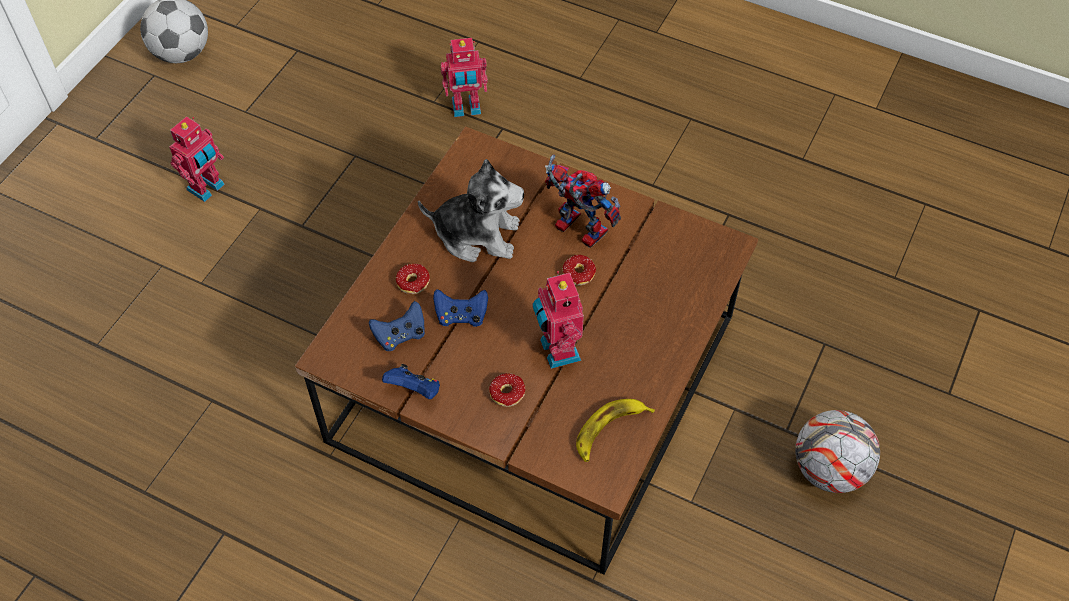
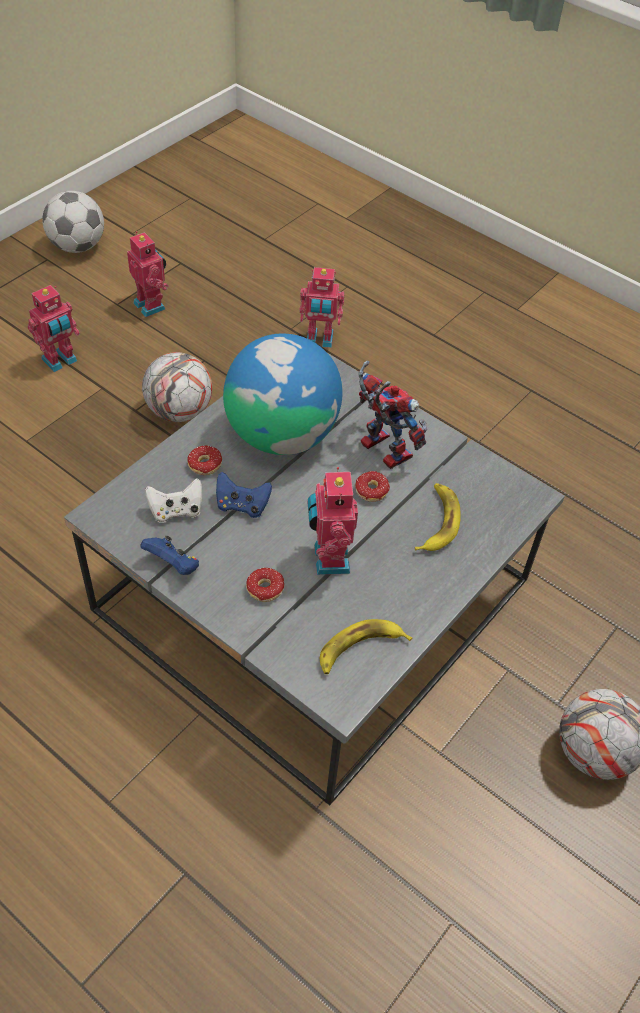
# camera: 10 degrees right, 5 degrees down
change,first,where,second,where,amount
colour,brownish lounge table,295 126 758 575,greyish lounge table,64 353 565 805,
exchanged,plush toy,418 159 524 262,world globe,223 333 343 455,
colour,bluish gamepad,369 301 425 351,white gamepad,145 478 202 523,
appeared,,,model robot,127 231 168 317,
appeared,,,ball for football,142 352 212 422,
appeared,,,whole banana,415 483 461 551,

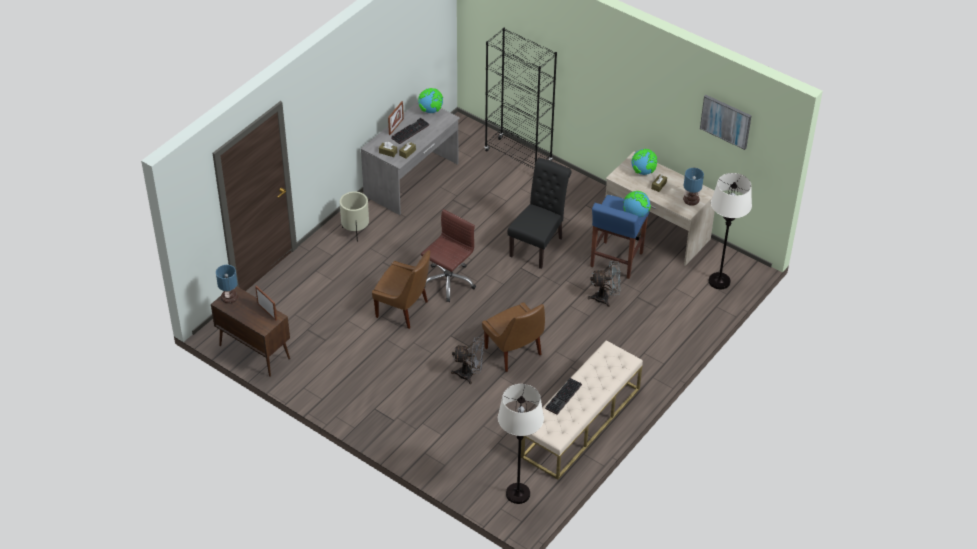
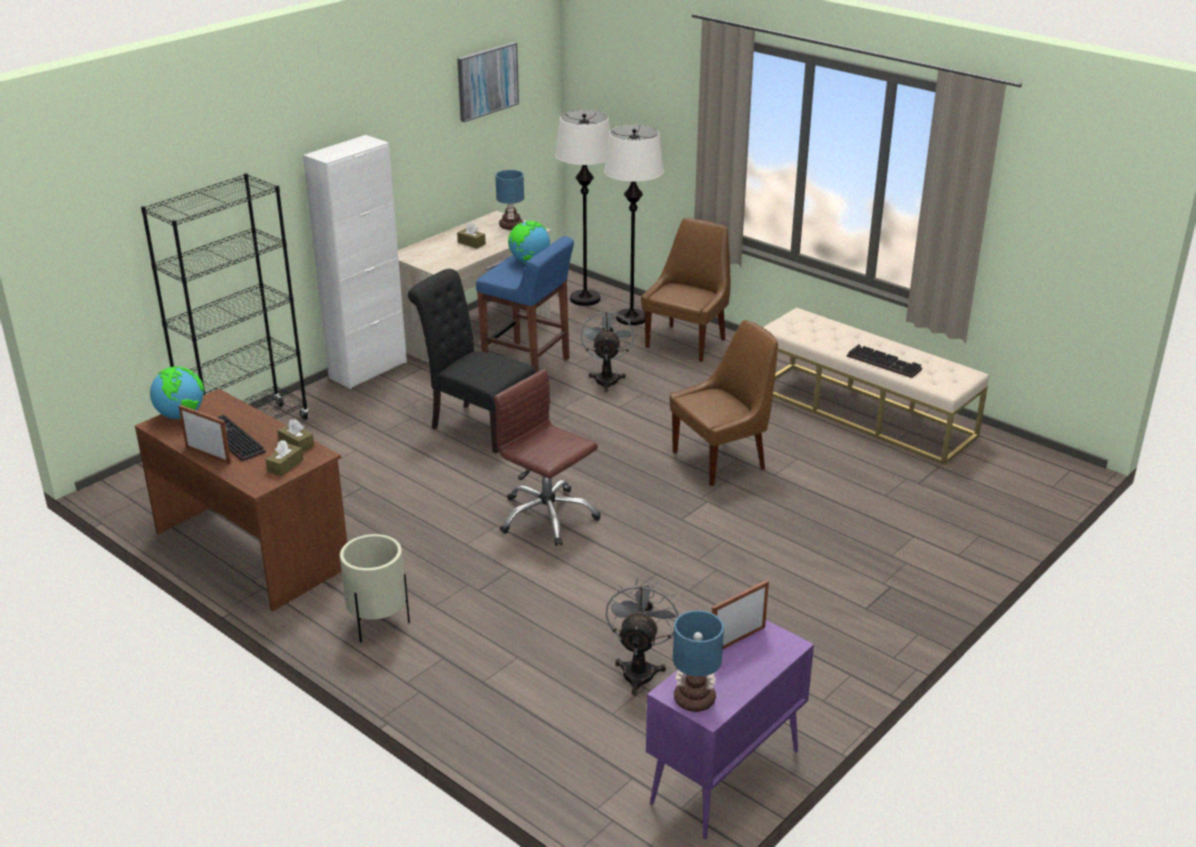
# camera: 85 degrees left, 15 degrees down
change,first,where,second,where,amount
colour,greyish desk table,361 102 460 215,brownish desk table,135 389 347 612,
missing,world globe,631 149 657 175,,,
relocated,brownish plain chair,372 250 430 329,,641 218 731 362,
colour,brownish cupboard,211 287 290 377,purple-coloured cupboard,646 620 814 839,
relocated,greyish fan,451 337 484 384,,606 578 680 696,
relocated,white floor lamp,498 384 544 504,,604 125 664 325,
appeared,,,white cupboard,303 135 407 389,

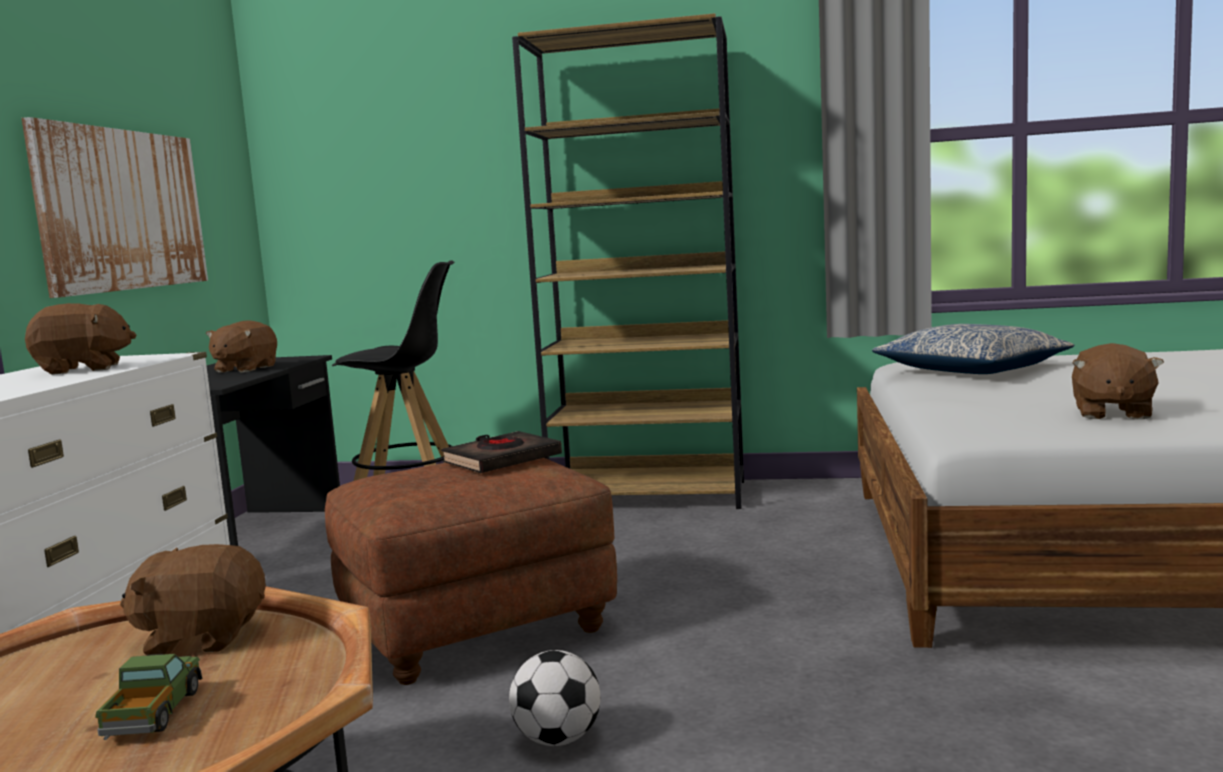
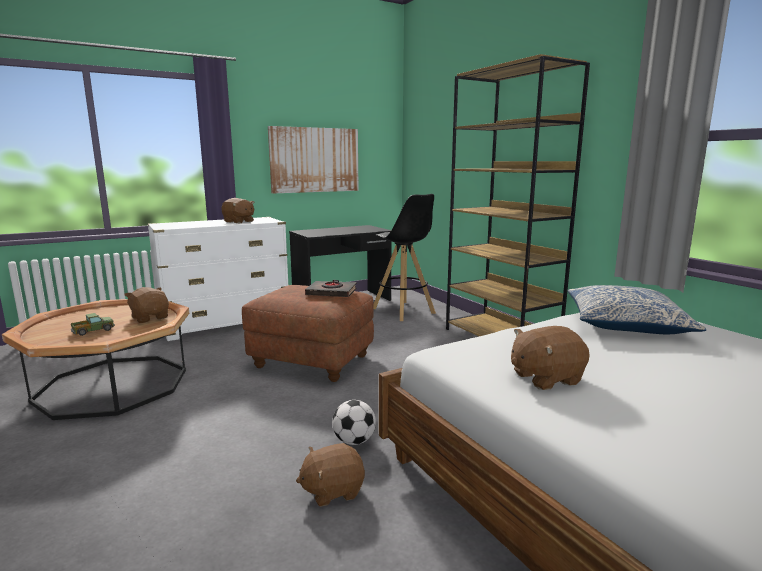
# camera: 50 degrees right, 5 degrees up
change,first,where,second,where,amount
relocated,brownish plush toy,206 320 277 373,,296 443 365 507,
relocated,ball for football,509 650 601 746,,332 400 376 445,

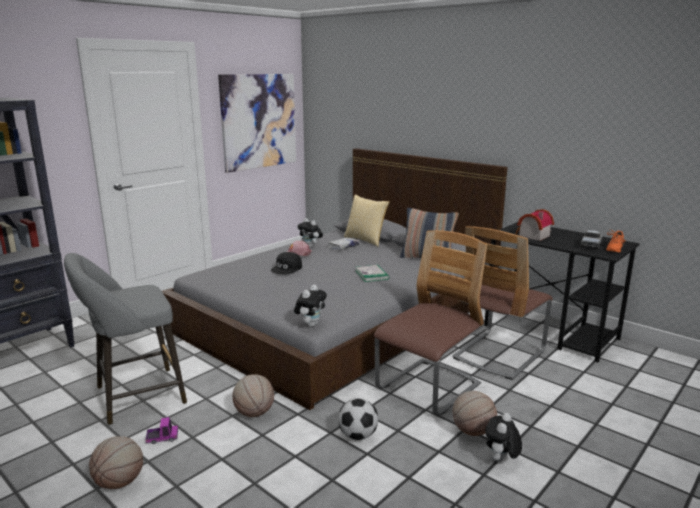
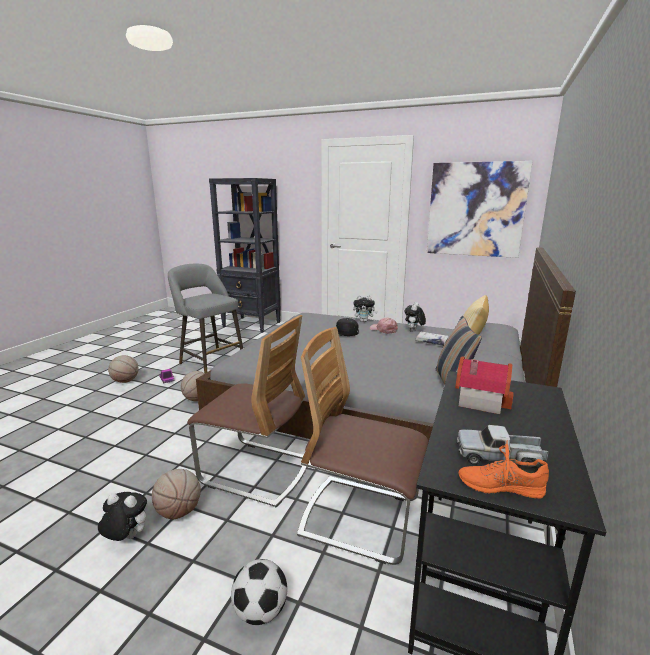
# camera: 70 degrees right, 0 degrees up
change,first,where,second,where,amount
missing,volume,355 265 389 282,,,
relocated,plush toy,294 285 327 327,,353 295 377 322,
relocated,ball for football,338 398 378 440,,231 559 288 625,

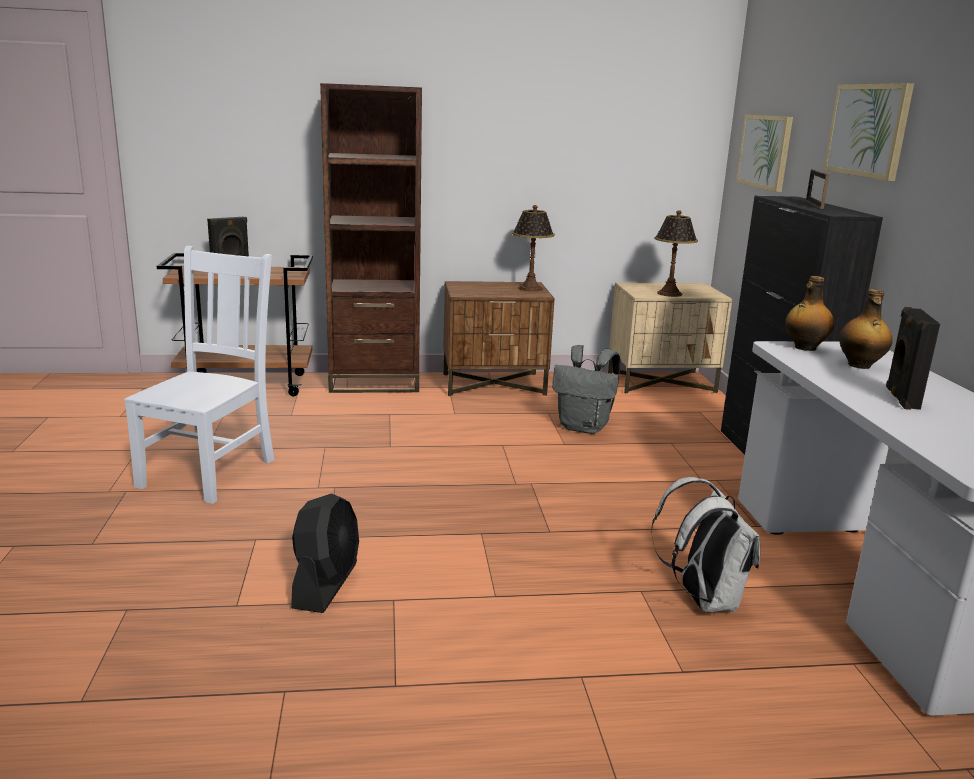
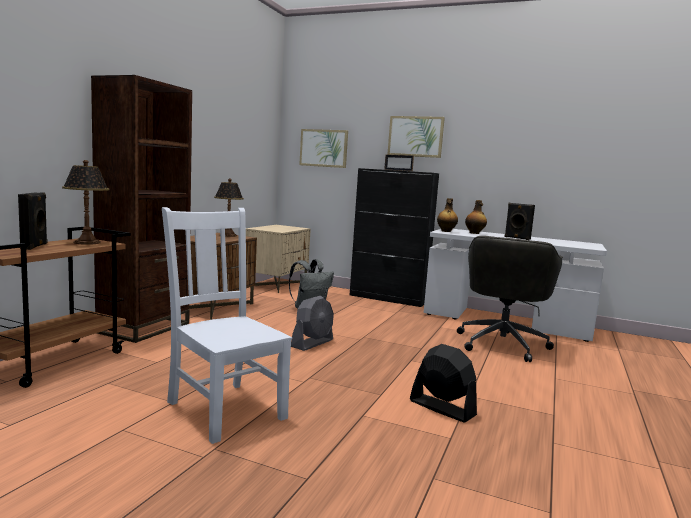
# camera: 60 degrees left, 10 degrees down
change,first,where,second,where,amount
relocated,lamp for a table,655 210 698 297,,62 160 109 245,
exchanged,white backpack,651 477 760 612,greyish computer chair,457 236 563 362,
appeared,,,greyish fan,291 296 334 351,

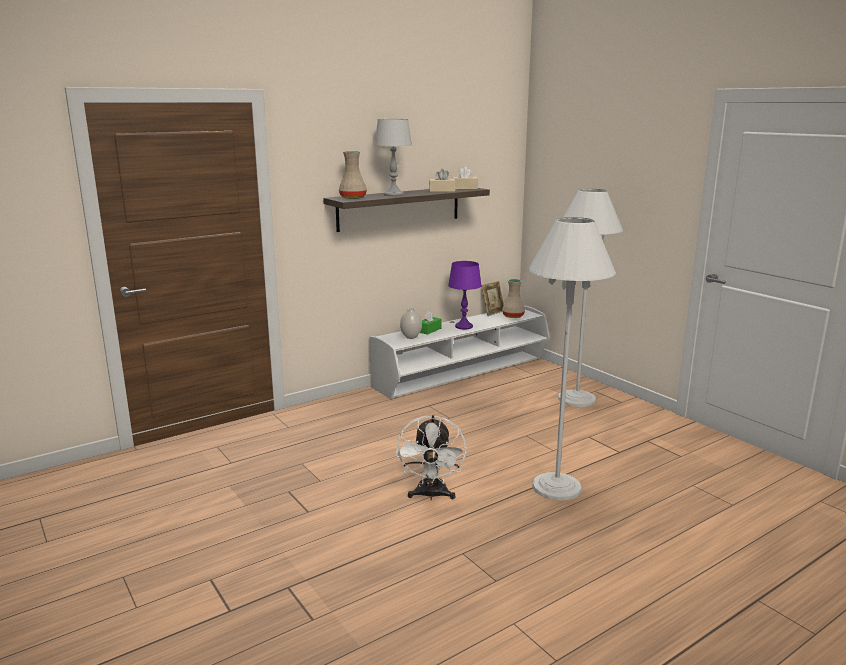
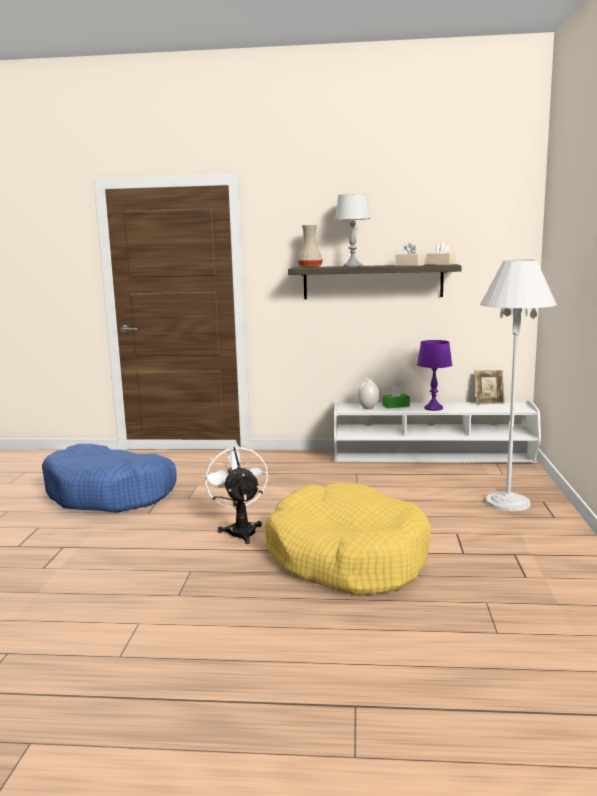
# camera: 40 degrees right, 5 degrees down
change,first,where,second,where,amount
exchanged,white floor lamp,529 217 616 501,yellowish pet bed,265 483 431 596,
missing,beige-coloured decorative vase,502 279 525 318,,,
spun,white fan,396 415 466 500,,203 445 268 544,120 degrees clockwise
appeared,,,bluish pet bed,42 444 177 513,

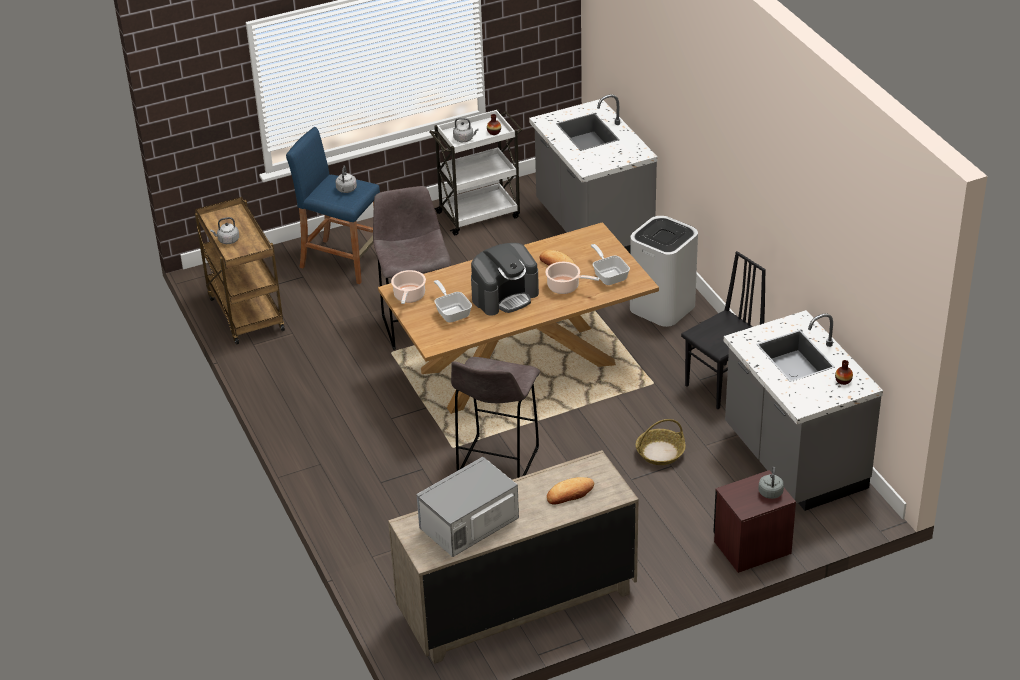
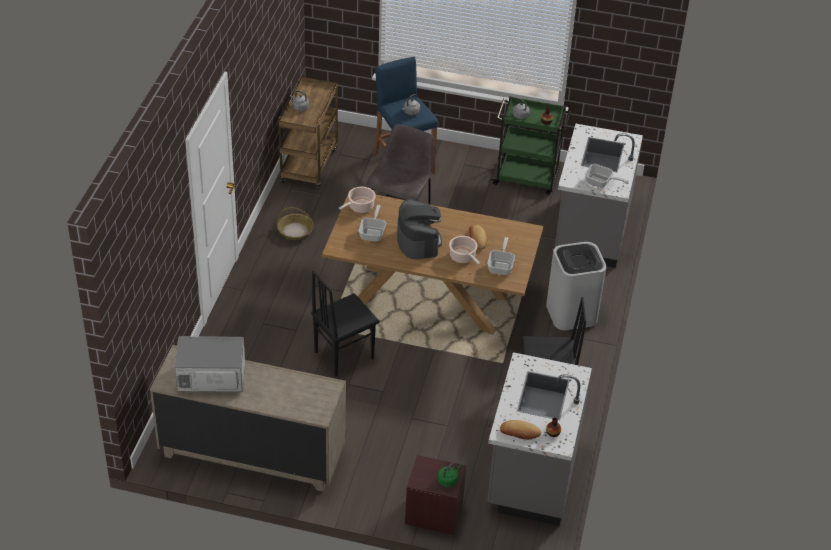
# camera: 35 degrees right, 5 degrees up
change,first,where,second,where,amount
colour,white cart,429 109 523 235,greenish cart,491 96 571 195,
spun,coffee brewer,471 243 539 316,,397 199 442 260,105 degrees counterclockwise
exchanged,greyish stool seat,451 357 540 478,black-coloured plain chair,311 271 380 377,
relocated,basket,636 419 686 465,,277 207 314 240,
colour,greyish tea kettle,758 466 784 499,greenish tea kettle,438 463 462 487,
relocated,bread,547 477 594 505,,500 420 541 440,
appeared,,,skillet,585 164 629 188,

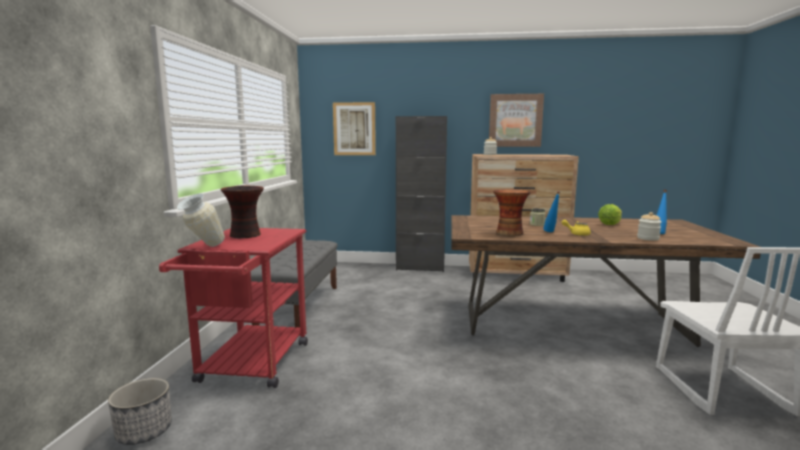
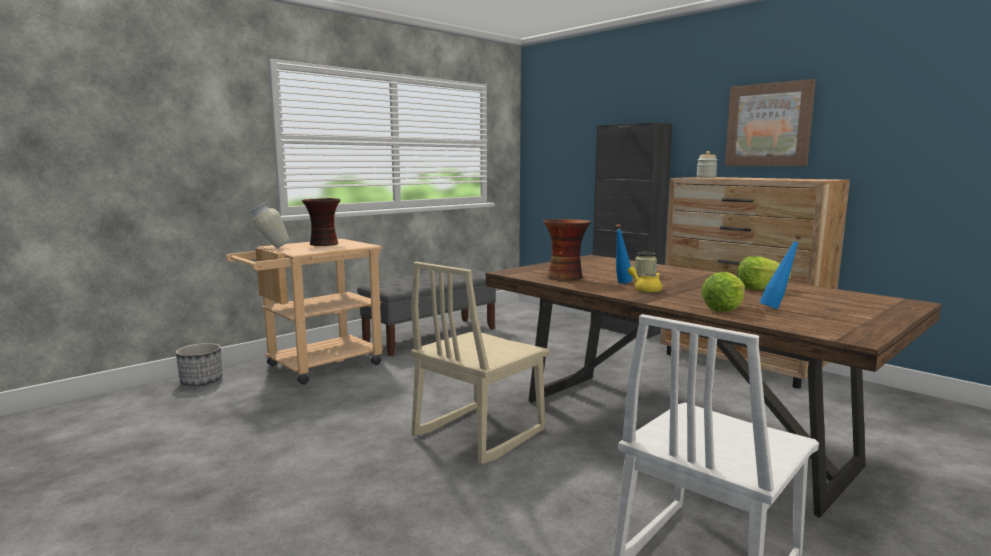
# camera: 40 degrees right, 0 degrees up
change,first,where,second,where,amount
missing,wall picture,333 102 376 155,,,
exchanged,preserve jar,637 212 662 241,lettuce head,701 272 745 312,
colour,red cart,159 228 308 388,beige-coloured cart,226 239 383 385,
appeared,,,beige-coloured plain chair,411 262 550 464,

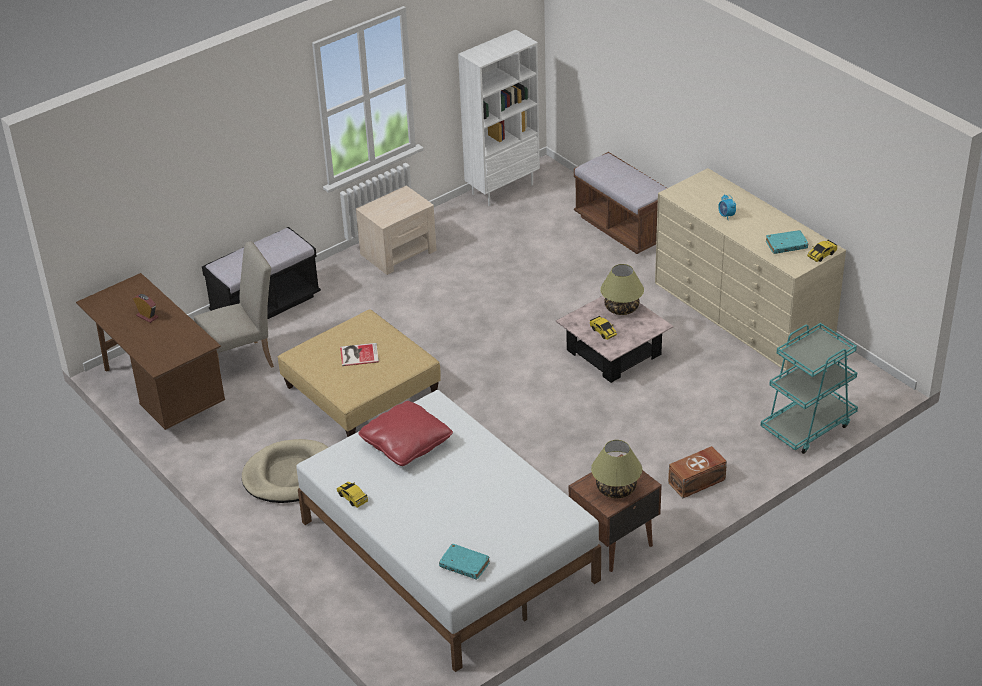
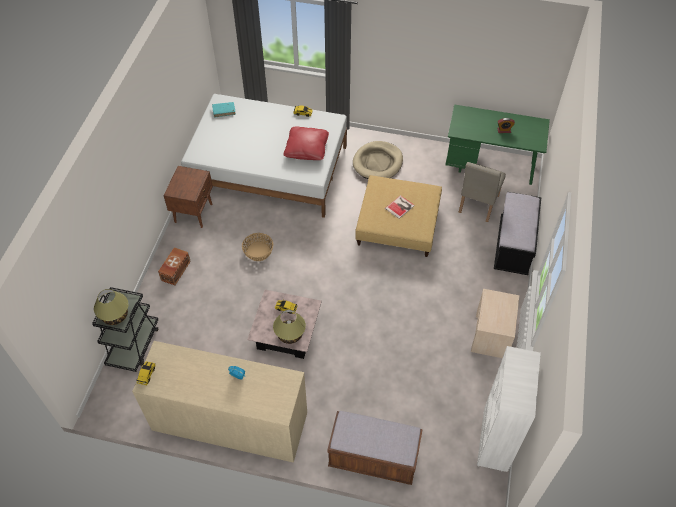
# camera: 140 degrees right, 15 degrees up
change,first,where,second,where,amount
missing,blue-green volume,766 230 808 254,,,
colour,brownish desk table,76 273 225 430,greenish desk table,445 104 550 185,
colour,blue-green cart,761 323 858 454,black-coloured cart,92 287 159 372,
relocated,lamp for a table,591 440 642 498,,94 289 128 325,
appeared,,,basket,242 233 273 261,

